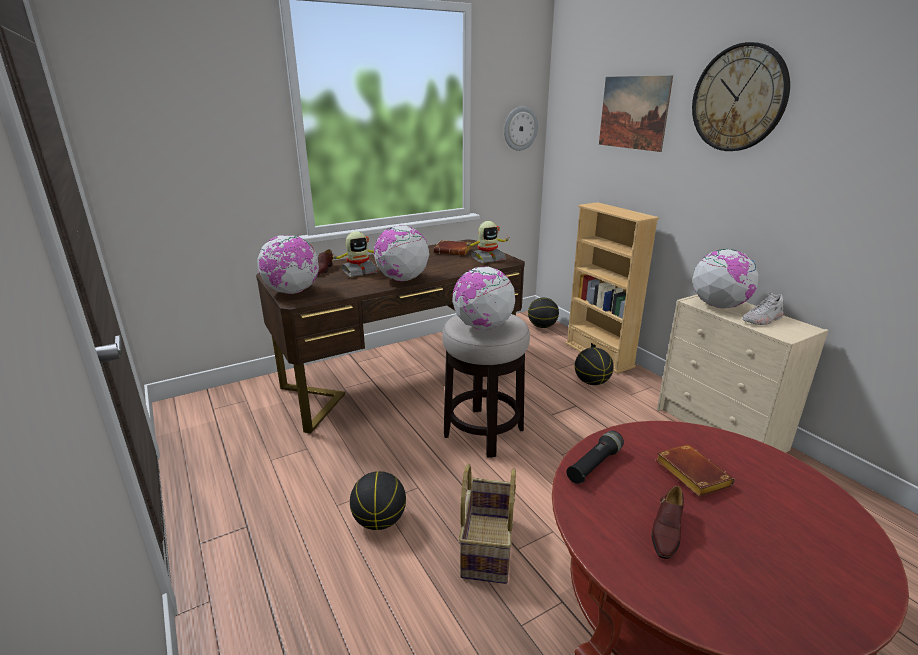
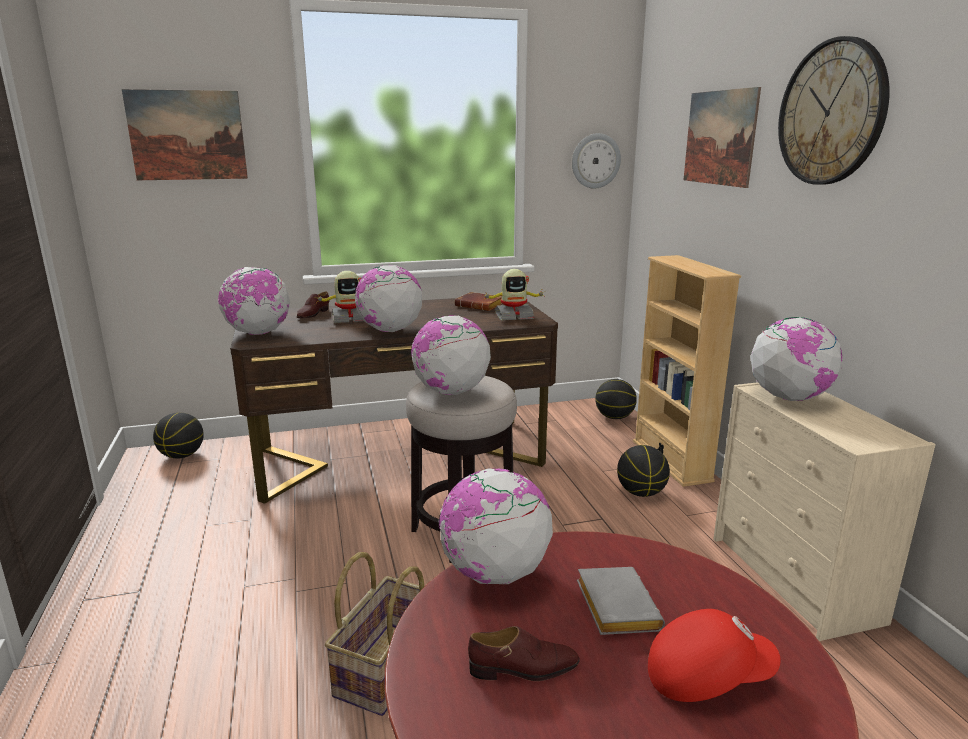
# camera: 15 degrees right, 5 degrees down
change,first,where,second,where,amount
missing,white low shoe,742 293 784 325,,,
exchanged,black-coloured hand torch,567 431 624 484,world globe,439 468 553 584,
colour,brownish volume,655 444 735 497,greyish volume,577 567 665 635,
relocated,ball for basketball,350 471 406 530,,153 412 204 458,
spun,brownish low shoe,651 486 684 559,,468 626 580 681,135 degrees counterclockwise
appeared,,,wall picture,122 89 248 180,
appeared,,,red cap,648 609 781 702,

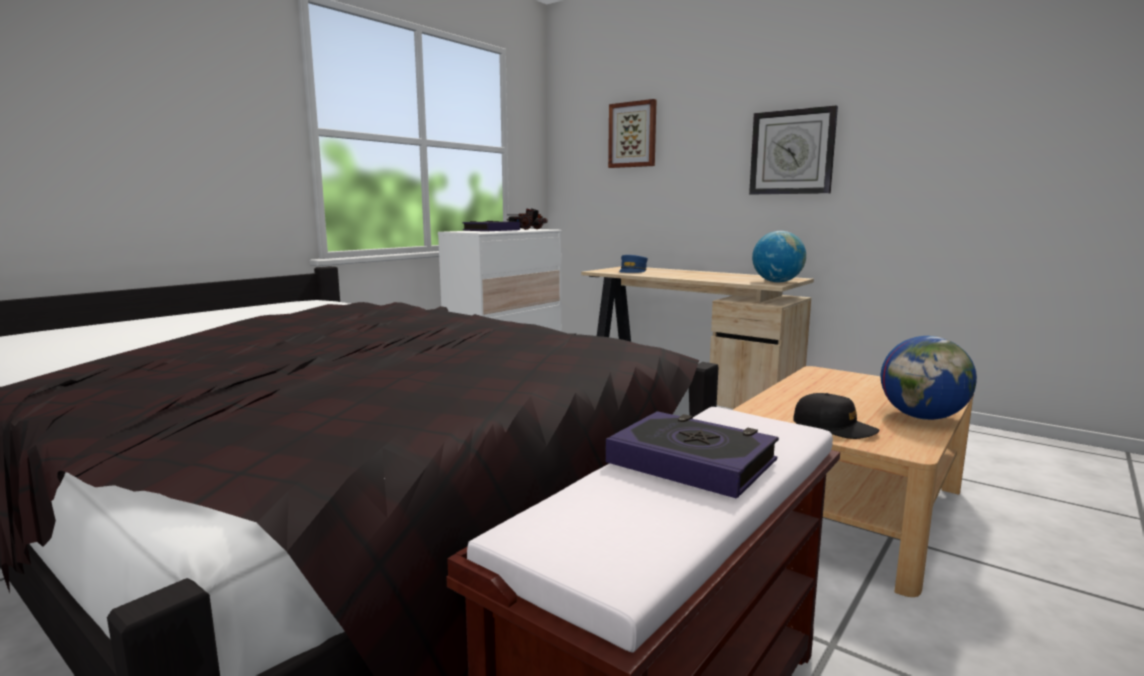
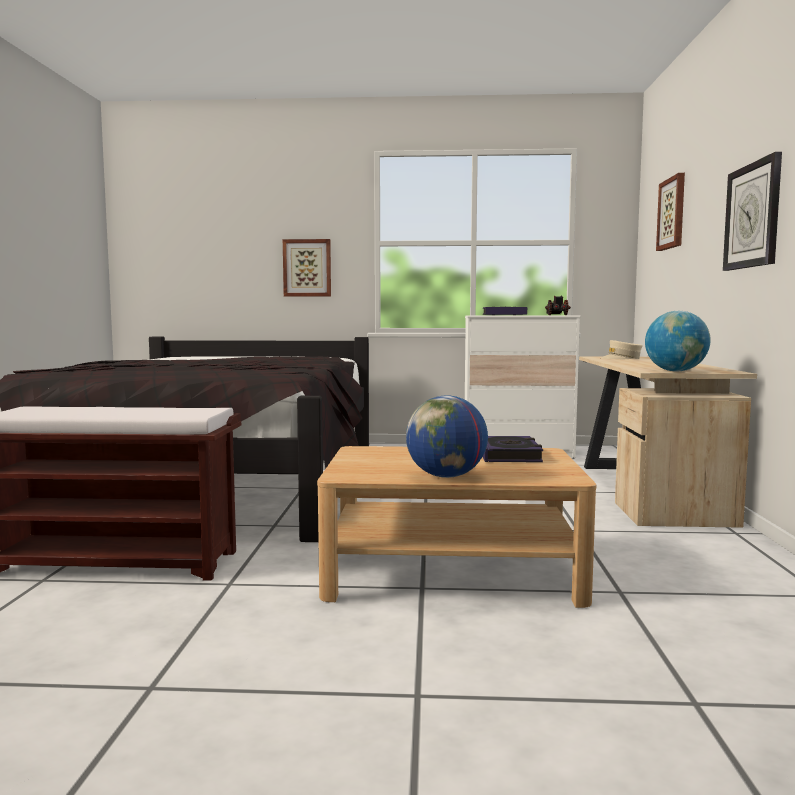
# camera: 55 degrees right, 5 degrees down
change,first,where,second,where,amount
colour,bluish cap,619 255 648 273,beige-coloured cap,601 340 643 359,
missing,black-coloured cap,793 393 880 439,,,
relocated,volume,605 411 779 499,,483 436 543 462,
appeared,,,wall picture,283 239 331 297,

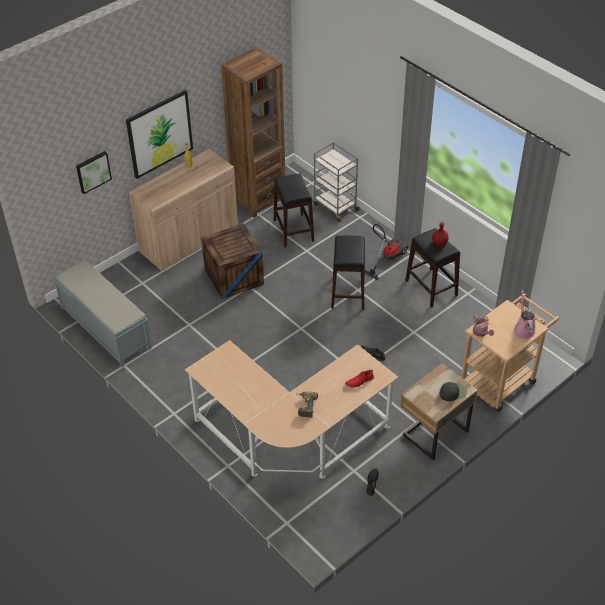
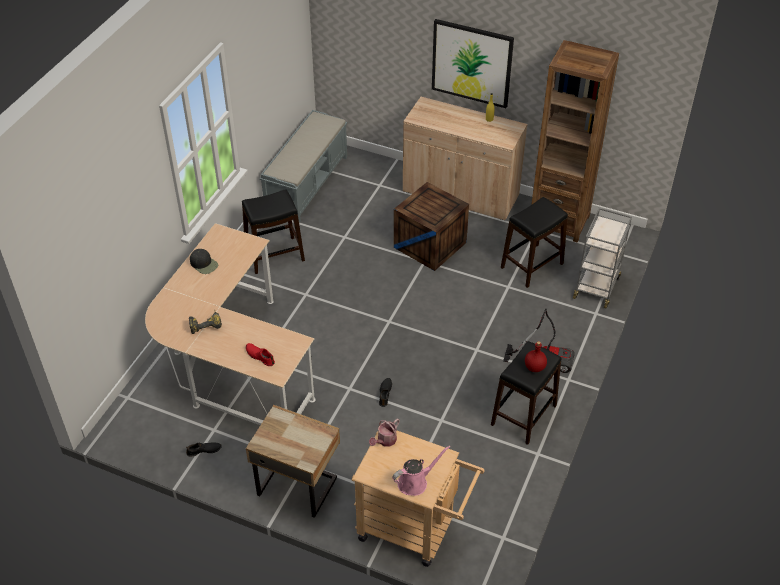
# camera: 65 degrees right, 0 degrees up
change,first,where,second,where,amount
missing,wall picture,76 151 112 194,,,
relocated,black-coloured stool seat,331 235 365 310,,242 189 305 274,
relocated,black-coloured cap,439 382 467 402,,190 249 218 274,

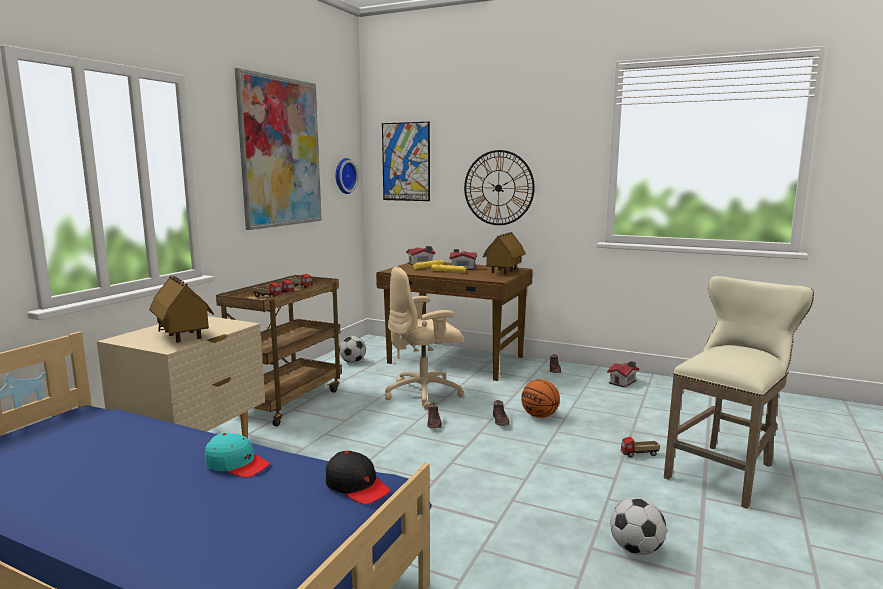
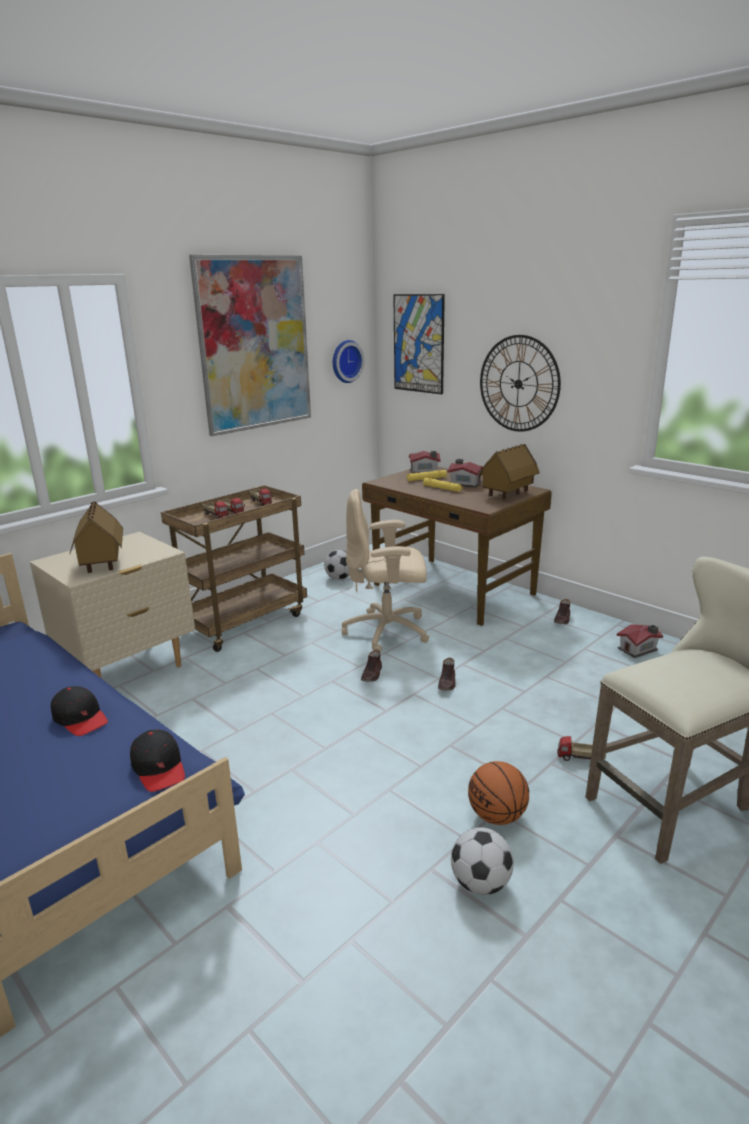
# camera: 20 degrees right, 10 degrees up
change,first,where,second,where,amount
relocated,ball for basketball,521 379 560 418,,468 761 529 825,
colour,blue-green cap,205 433 270 478,black-coloured cap,51 686 108 736,

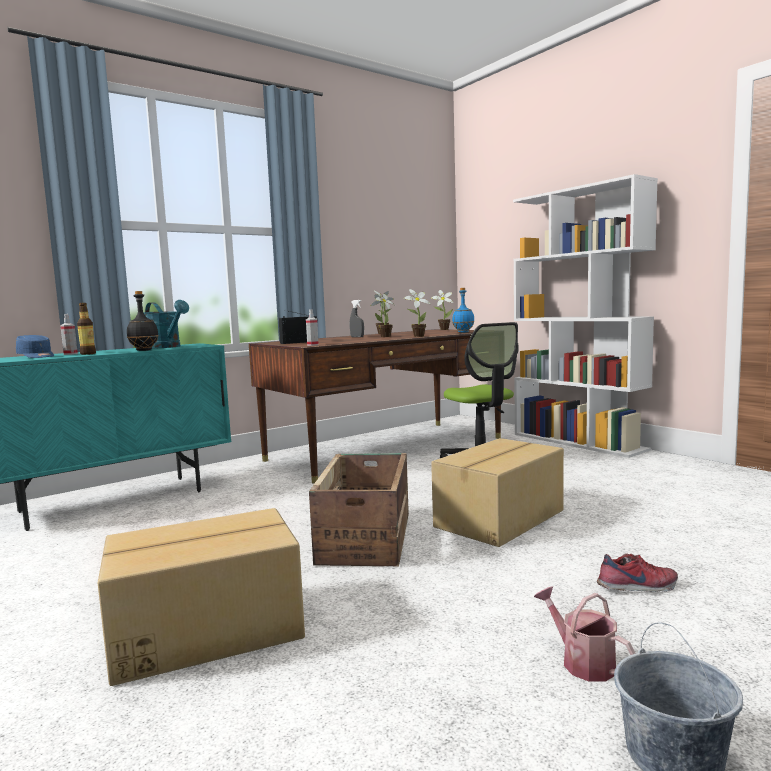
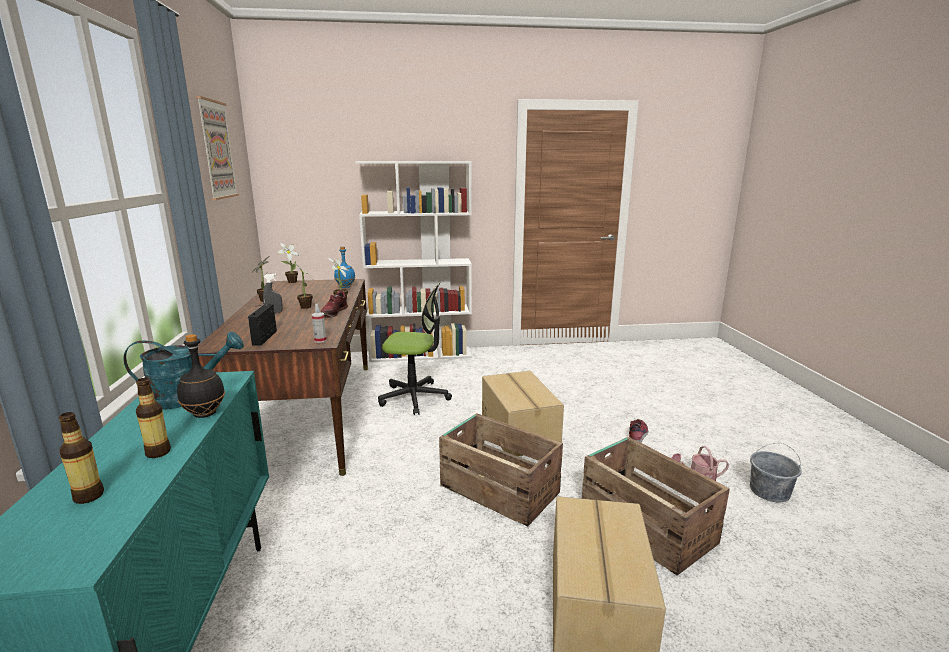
# camera: 60 degrees left, 10 degrees up
change,first,where,second,where,amount
missing,hand sprayer,60 314 78 355,,,
exchanged,bluish cap,16 335 54 358,drink bottle,59 412 104 504,
appeared,,,wall picture,196 96 239 200,
appeared,,,low shoe,321 290 348 318,
appeared,,,packing crate,582 437 730 576,

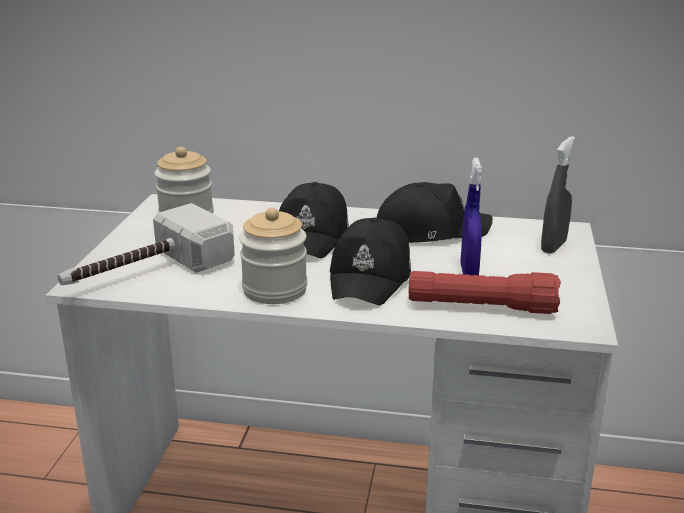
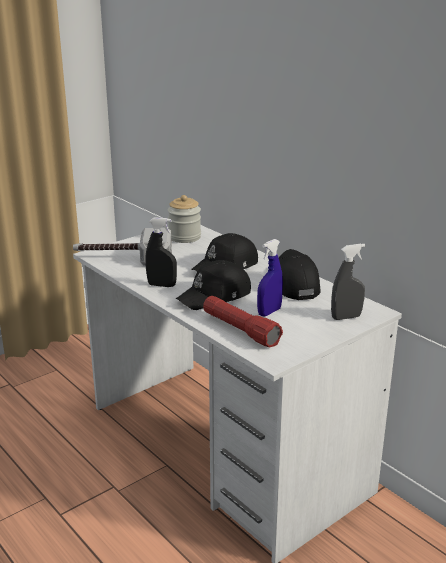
# camera: 40 degrees right, 0 degrees up
change,first,where,second,where,amount
spun,black-coloured cap,377 182 493 243,,279 249 321 300,135 degrees counterclockwise
exchanged,preserve jar,239 207 307 304,black-coloured hand sprayer,145 217 177 287,

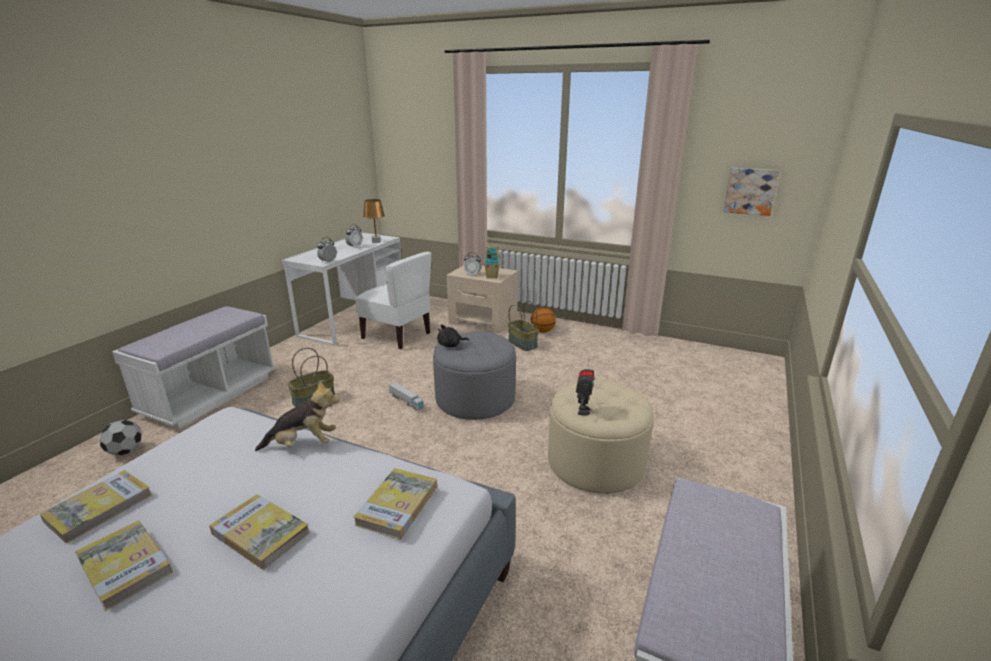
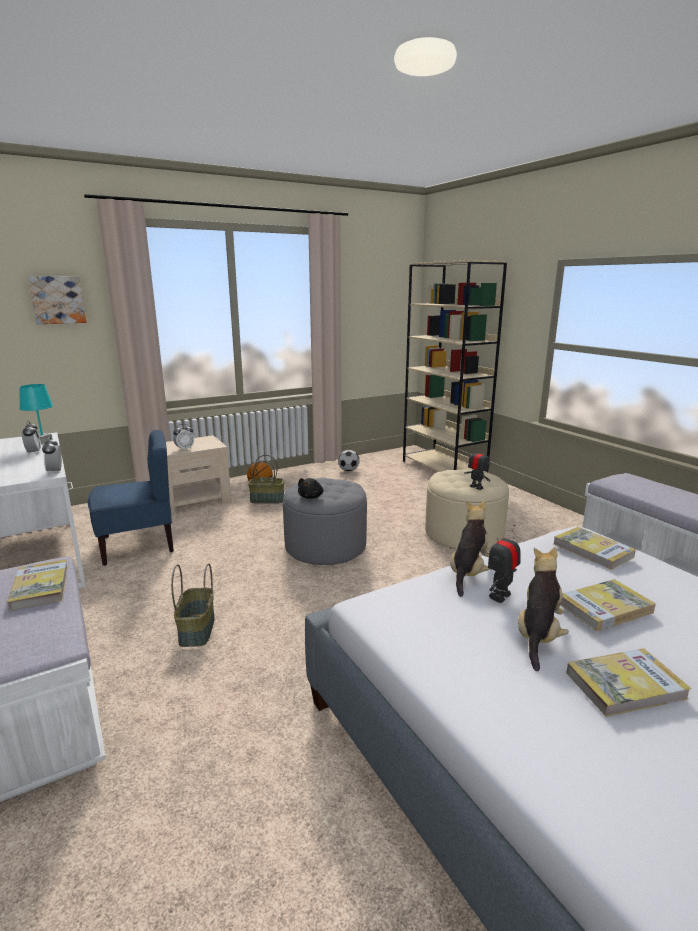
# camera: 55 degrees left, 5 degrees down
change,first,where,second,where,amount
relocated,wall picture,723 168 780 216,,28 276 86 324,
colour,brownish lamp for a table,363 199 385 243,blue-green lamp for a table,19 384 53 444,
missing,toy house,484 246 500 279,,,
colour,white plain chair,355 252 432 349,bluish plain chair,88 430 174 566,
missing,toy truck,389 382 424 411,,,
relocated,ball for football,100 420 142 456,,338 450 360 471,
relocated,volume,40 470 152 544,,7 559 68 611,
appeared,,,beige-coloured bookshelf,403 260 507 472,
appeared,,,model robot,488 525 521 603,
appeared,,,plush toy,518 547 569 671,

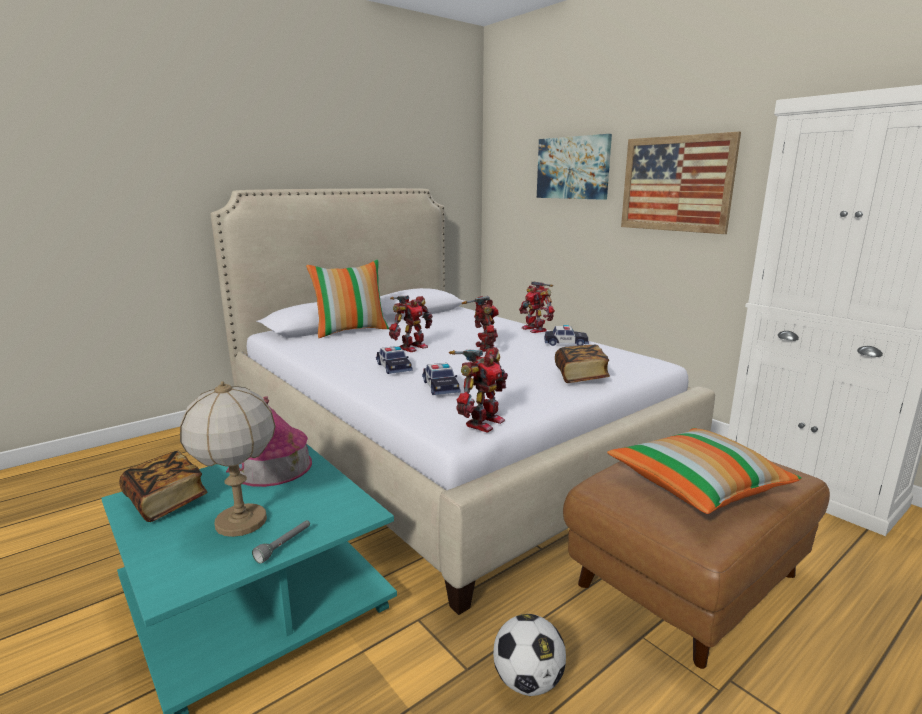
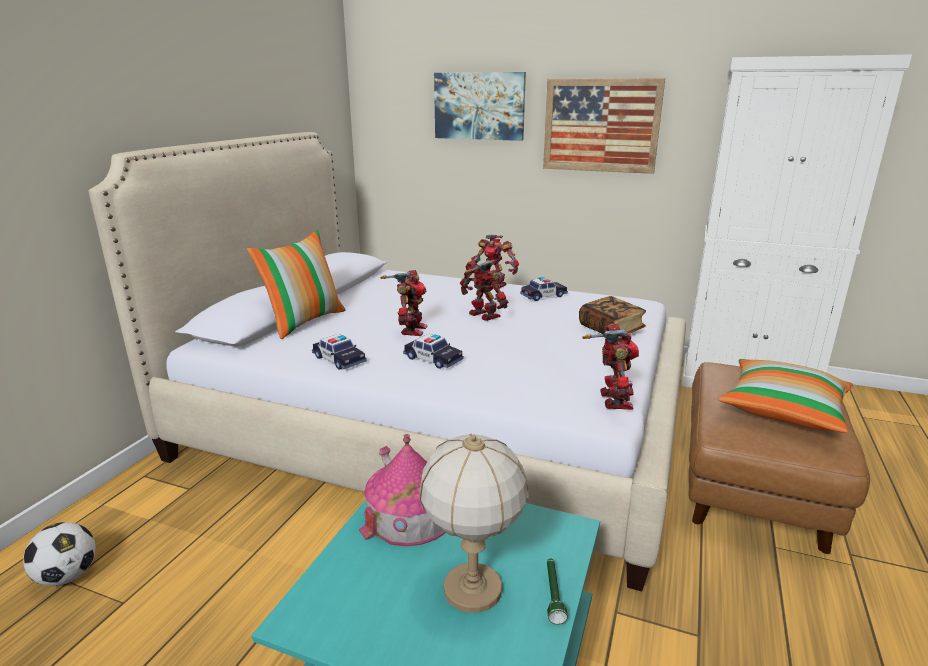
# camera: 30 degrees left, 5 degrees up
change,first,where,second,where,amount
relocated,miniature car,422 363 460 395,,312 334 367 370,
missing,volume,119 451 207 522,,,
colour,greyish hand torch,252 520 310 564,greenish hand torch,547 559 568 625,
relocated,ball for football,493 614 566 696,,23 522 95 586,

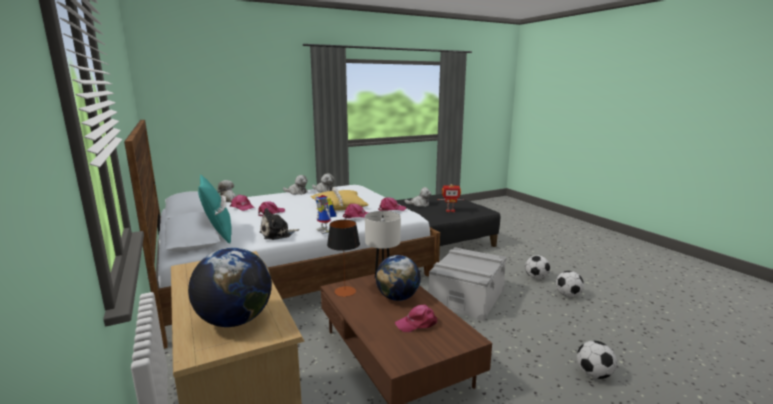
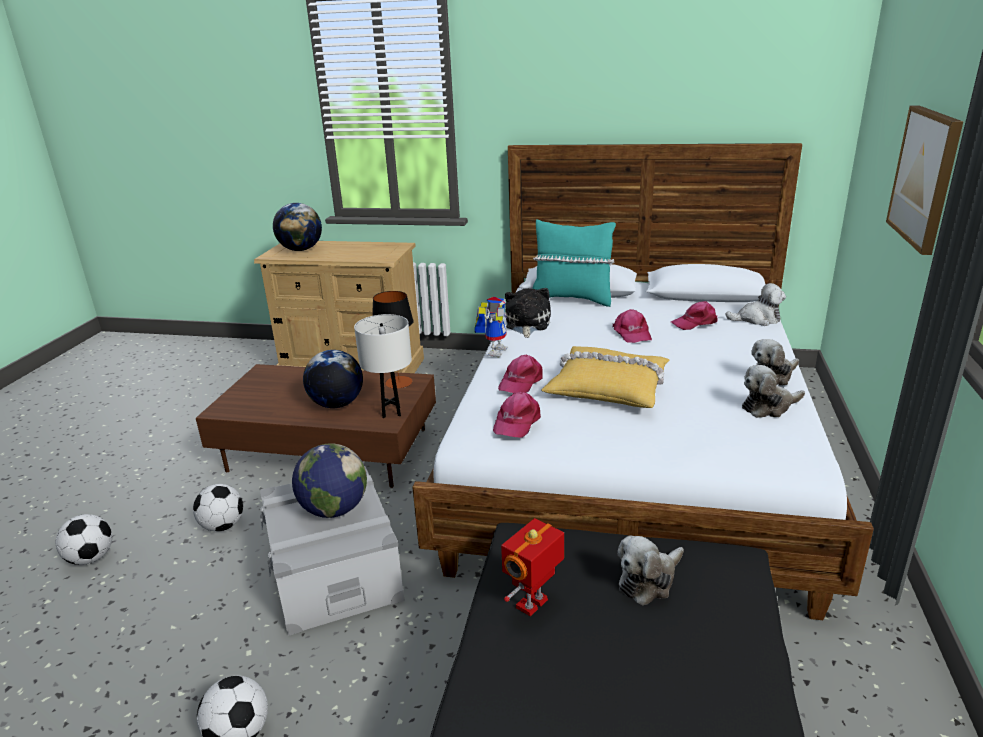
# camera: 130 degrees right, 10 degrees up
change,first,where,second,where,amount
spun,model robot,315 195 336 234,,474 297 508 357,105 degrees clockwise
relocated,ball for football,556 271 584 297,,193 484 243 532,
missing,pink-coloured cap,395 305 437 332,,,
appeared,,,wall picture,886 105 963 255,
appeared,,,world globe,292 443 367 518,

